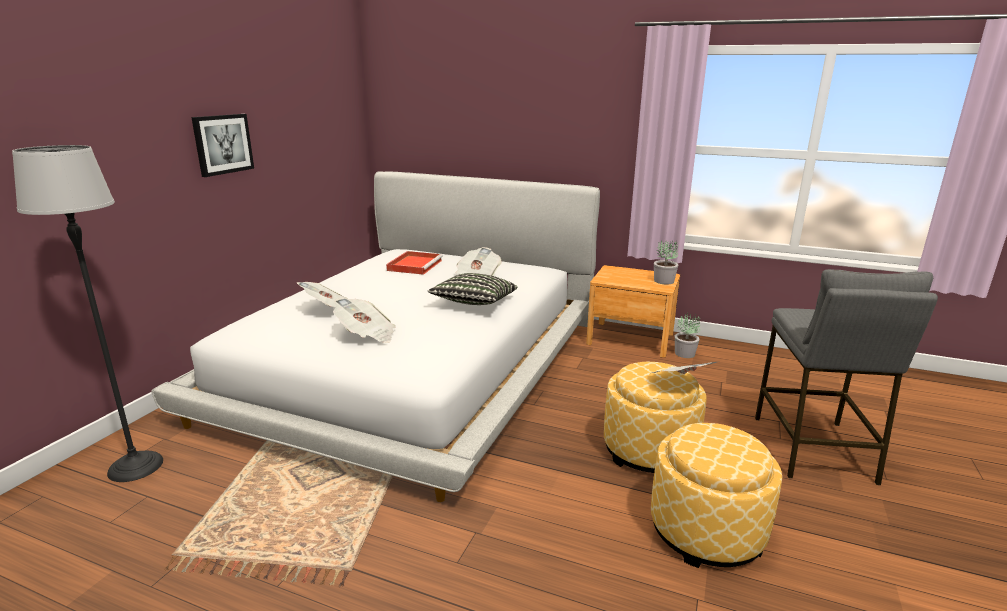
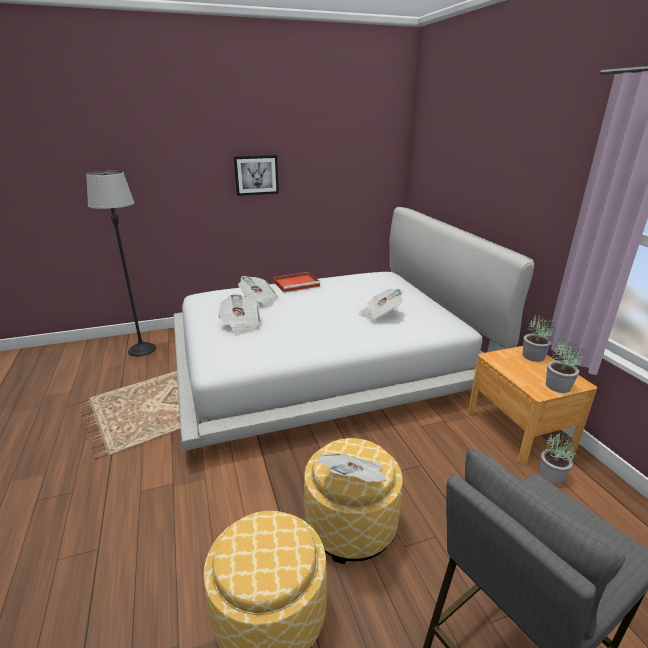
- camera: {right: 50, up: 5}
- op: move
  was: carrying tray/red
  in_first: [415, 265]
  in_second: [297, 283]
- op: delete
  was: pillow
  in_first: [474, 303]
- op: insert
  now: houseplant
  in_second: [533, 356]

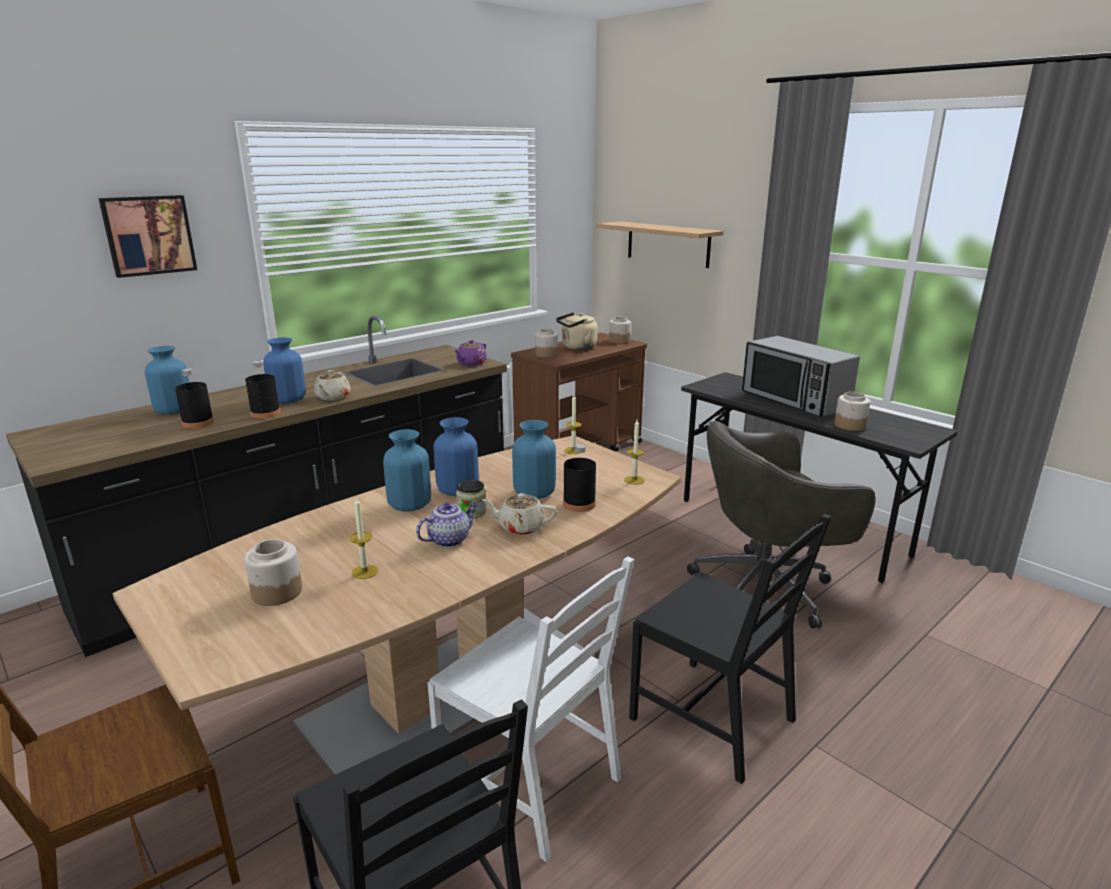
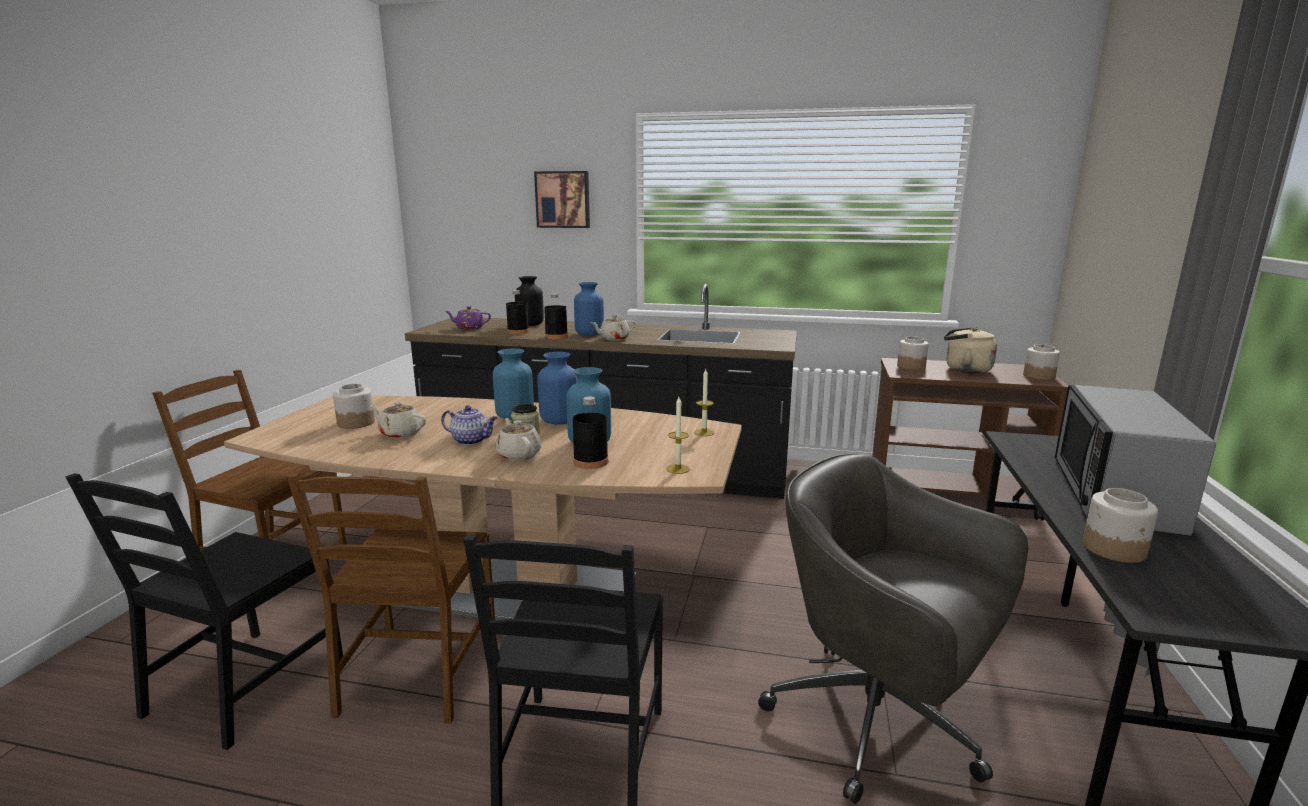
- camera: {right: 55, up: -5}
- op: delete
  was: wall shelf
  in_first: [668, 244]
- op: move
  was: pot for tea/purplish
  in_first: [471, 363]
  in_second: [469, 328]
- op: recolor
  was: flower vase/bluish
  now: flower vase/blackish
  in_first: [174, 411]
  in_second: [530, 324]
- op: replace
  was: candle
  now: pot for tea/beige-coloured
  in_first: [365, 572]
  in_second: [400, 433]
- op: recolor
  was: upright chair/white
  now: upright chair/brownish
  in_first: [532, 781]
  in_second: [419, 673]

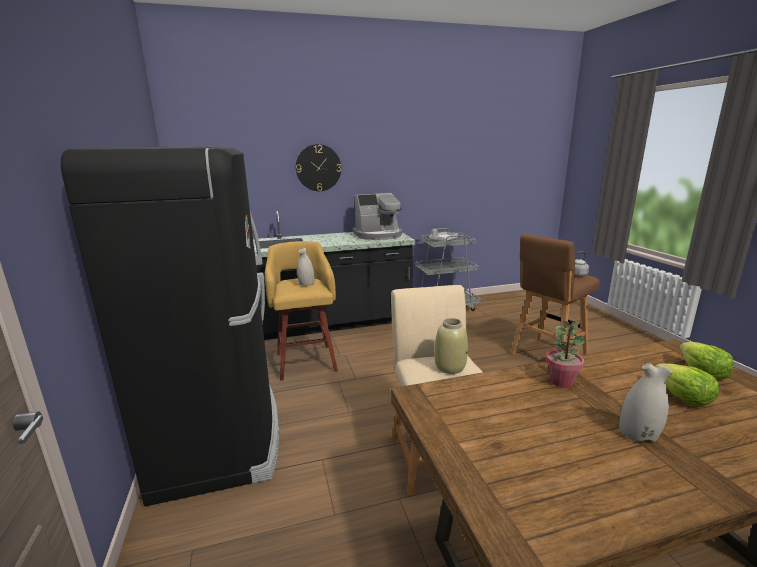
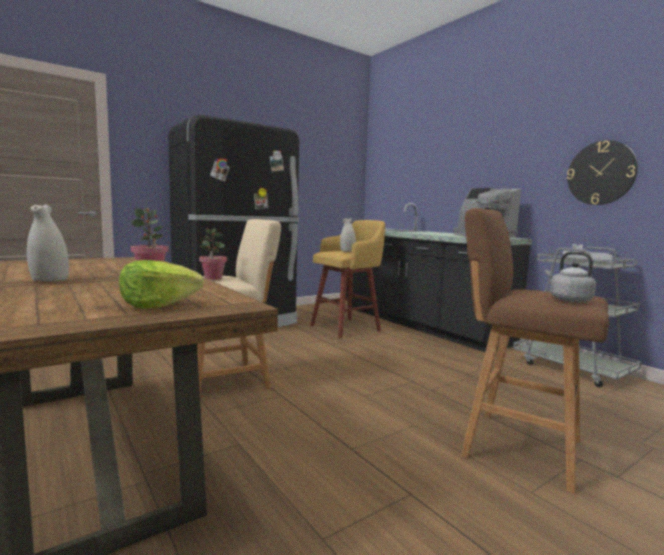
- camera: {right: 70, up: -10}
- op: move
  was: clock on the wall
  in_first: [318, 168]
  in_second: [601, 173]
- op: replace
  was: flower vase/beige-coloured
  now: houseplant
  in_first: [450, 367]
  in_second: [213, 278]
- op: delete
  was: lettuce
  in_first: [682, 397]

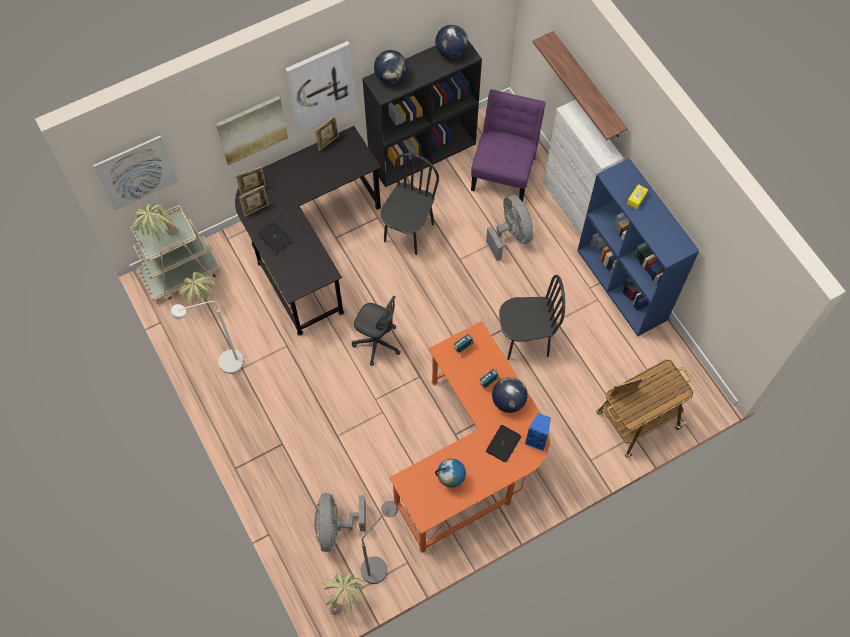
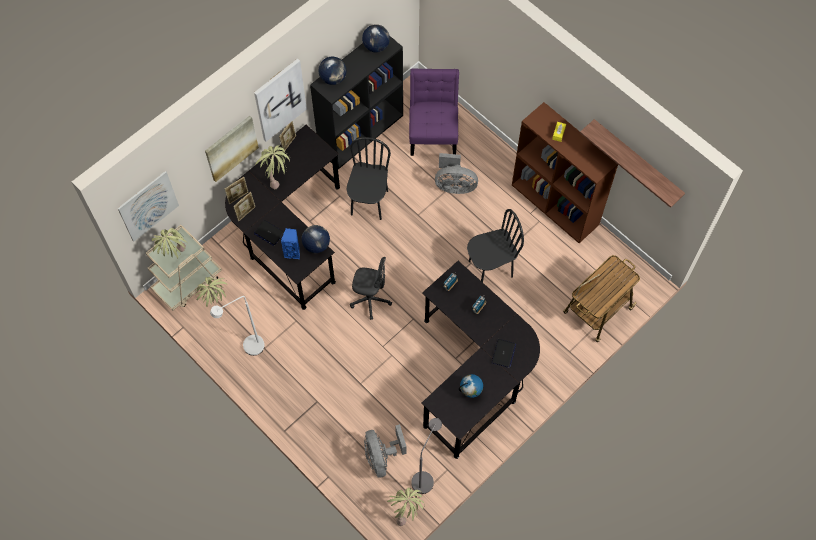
- camera: {right: -15, up: 0}
- op: move
  was: wall shelf
  in_first: [588, 86]
  in_second: [637, 161]
- op: delete
  was: storage cabinet/white
  in_first: [572, 206]
- op: recolor
  was: bookcase/bluish
  now: bookcase/brownish
  in_first: [622, 285]
  in_second: [556, 204]
- op: rotate
  was: cooling fan/grey
  in_first: [511, 236]
  in_second: [454, 185]
  clockwise: 135
- op: recolor
  was: desk unit/orangey
  now: desk unit/blackish
  in_first: [473, 457]
  in_second: [475, 373]
- op: move
  was: globe
  in_first: [508, 401]
  in_second: [316, 245]
- op: move
  was: audio speaker/bluish
  in_first: [537, 440]
  in_second: [293, 252]
- op: insert
  now: houseplant
  in_second: [276, 177]

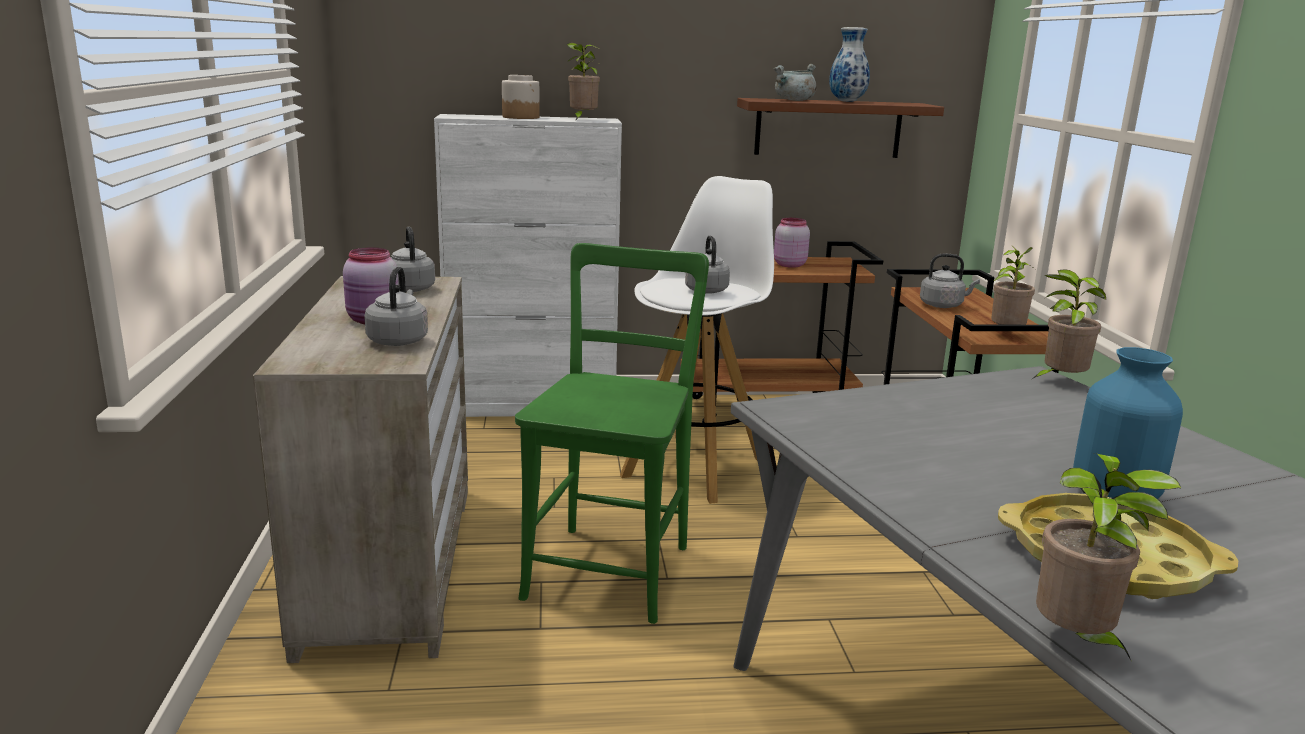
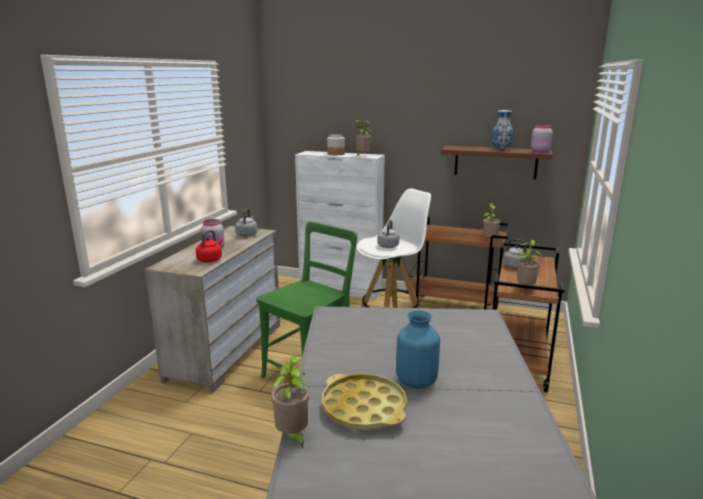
- camera: {right: 25, up: 0}
- op: delete
  was: saucepot/grey
  in_first: [794, 100]
- op: move
  was: jar/pink-coloured
  in_first: [788, 265]
  in_second: [539, 151]
- op: recolor
  was: water kettle/grey
  now: water kettle/red
  in_first: [398, 340]
  in_second: [210, 259]
- op: move
  was: houseplant
  in_first: [1059, 382]
  in_second: [488, 241]

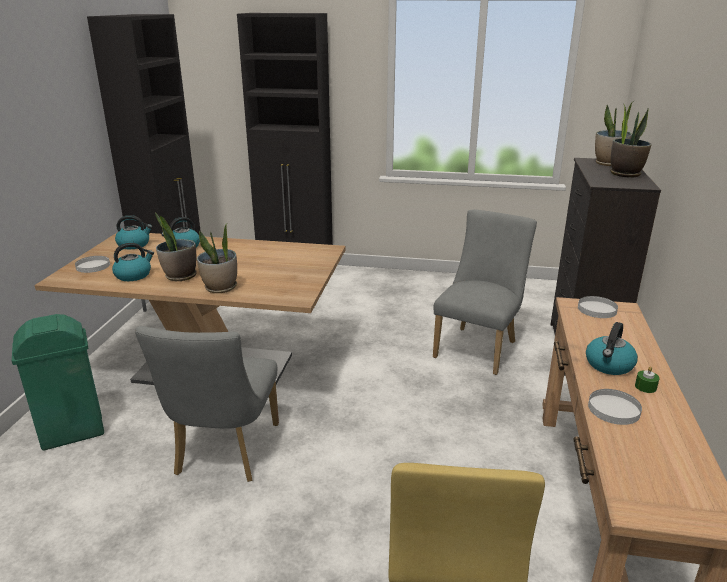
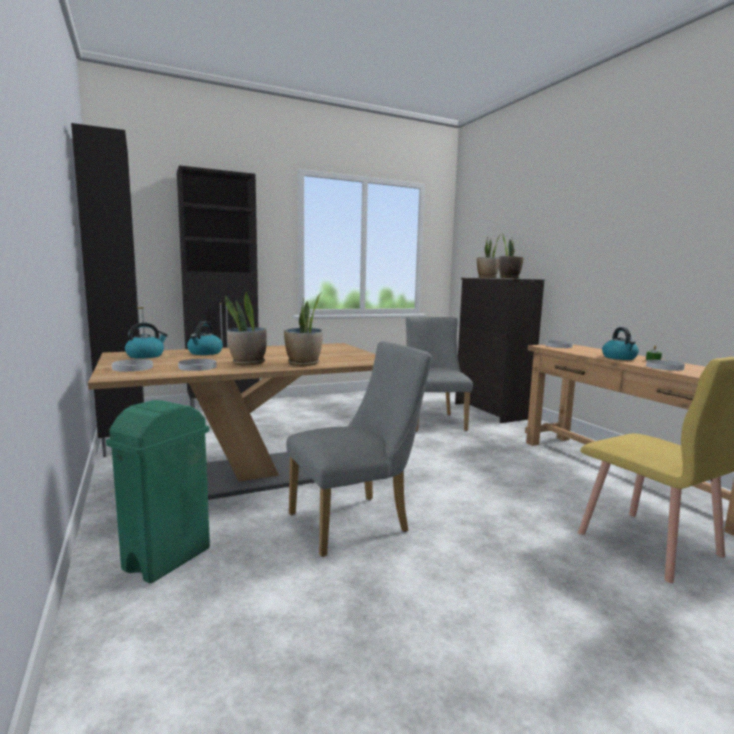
- camera: {right: -35, up: -15}
- op: replace
  was: water kettle
  now: dinner plate/white
  in_first: [134, 275]
  in_second: [197, 367]
- op: rotate
  was: upright chair/grey
  in_first: [224, 454]
  in_second: [356, 521]
  clockwise: -90

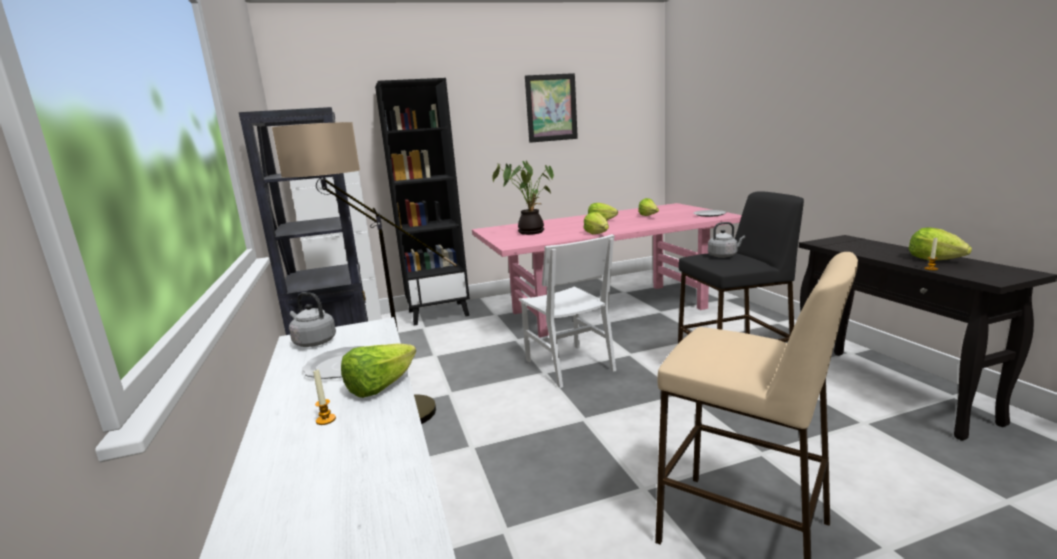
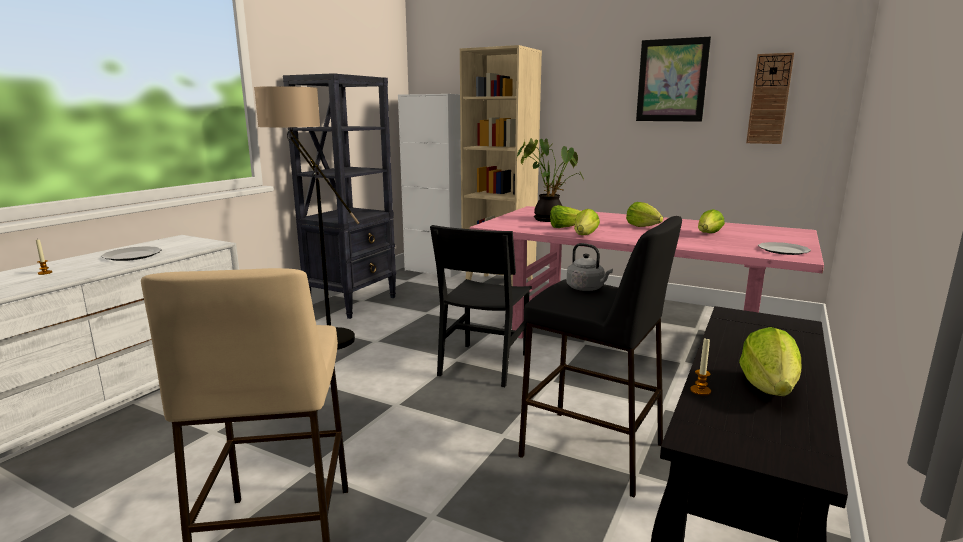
- camera: {right: 45, up: 0}
- op: recolor
  was: bookcase/blackish
  now: bookcase/beige-coloured
  in_first: [438, 313]
  in_second: [500, 284]
- op: recolor
  was: upright chair/white
  now: upright chair/blackish
  in_first: [569, 365]
  in_second: [484, 364]
- op: delete
  was: water kettle/grey
  in_first: [313, 342]
- op: move
  was: lettuce
  in_first: [380, 387]
  in_second: [565, 227]
- op: insert
  now: clock on the wall
  in_second: [769, 99]

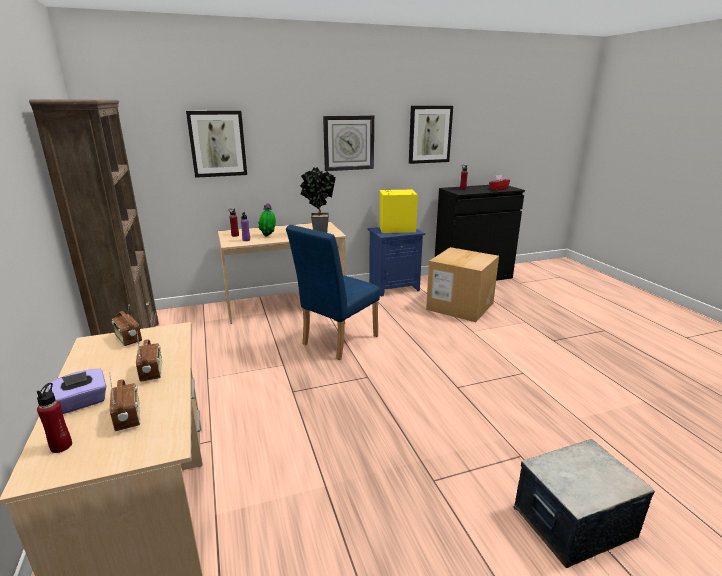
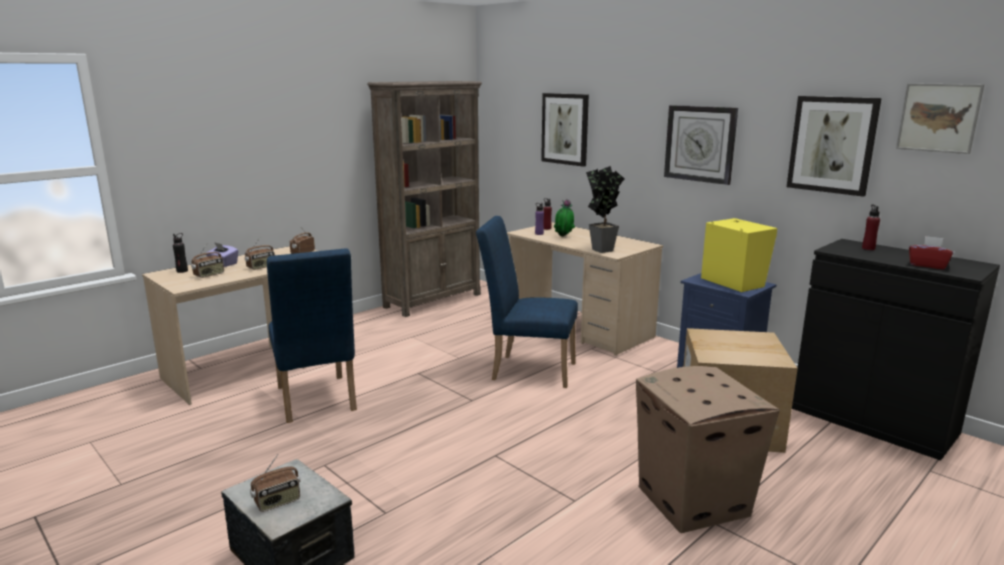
- camera: {right: 65, up: -5}
- op: recolor
  was: bottle/red
  now: bottle/blackish
  in_first: [61, 446]
  in_second: [182, 271]
- op: insert
  now: wall art
  in_second: [938, 117]
- op: insert
  now: upright chair/bluish
  in_second: [316, 402]
- op: insert
  now: carton
  in_second: [694, 501]
- op: insert
  now: radio receiver
  in_second: [277, 502]

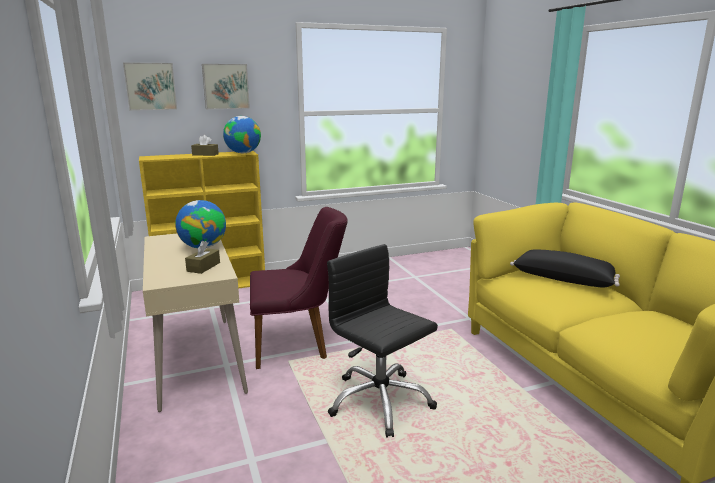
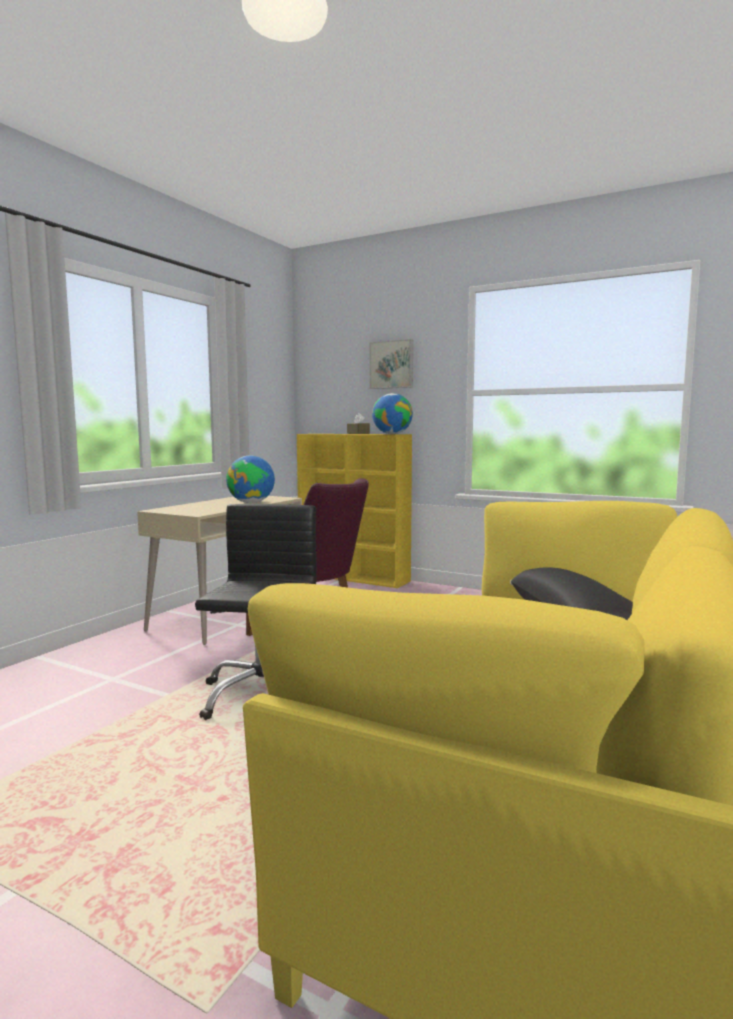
- camera: {right: 50, up: -10}
- op: delete
  was: wall art
  in_first: [150, 86]
- op: delete
  was: tissue box/brownish
  in_first: [203, 267]

